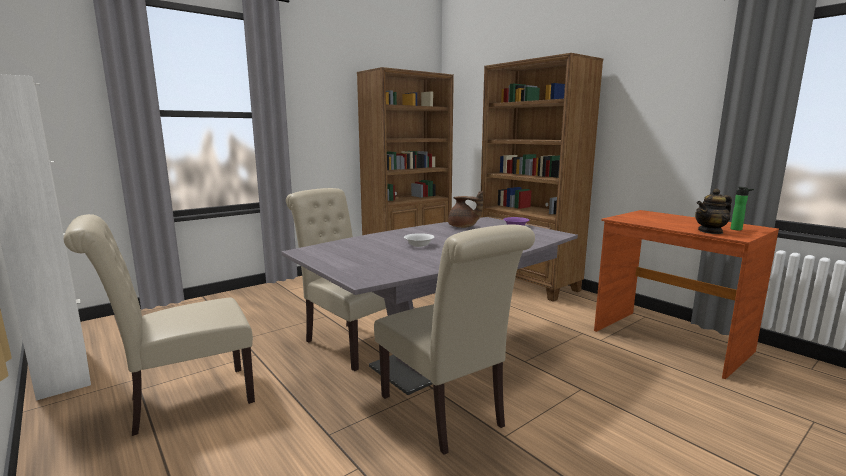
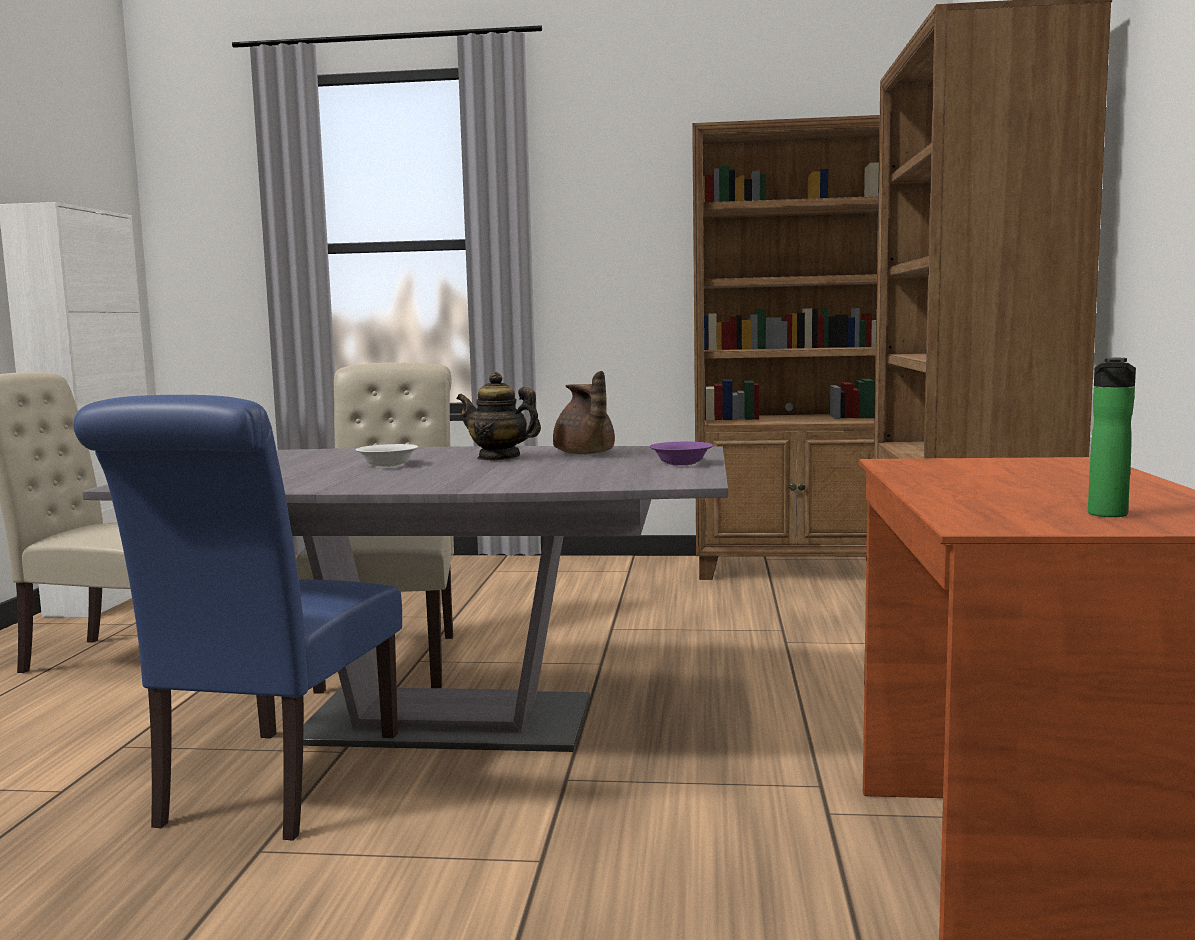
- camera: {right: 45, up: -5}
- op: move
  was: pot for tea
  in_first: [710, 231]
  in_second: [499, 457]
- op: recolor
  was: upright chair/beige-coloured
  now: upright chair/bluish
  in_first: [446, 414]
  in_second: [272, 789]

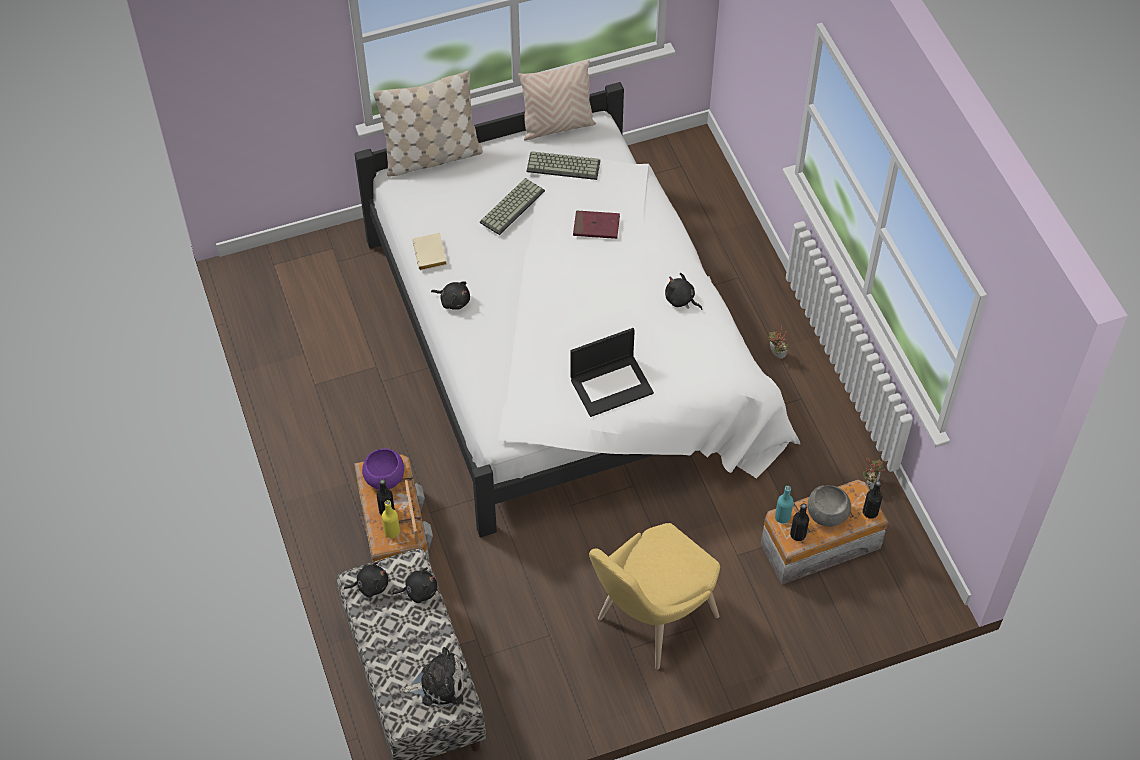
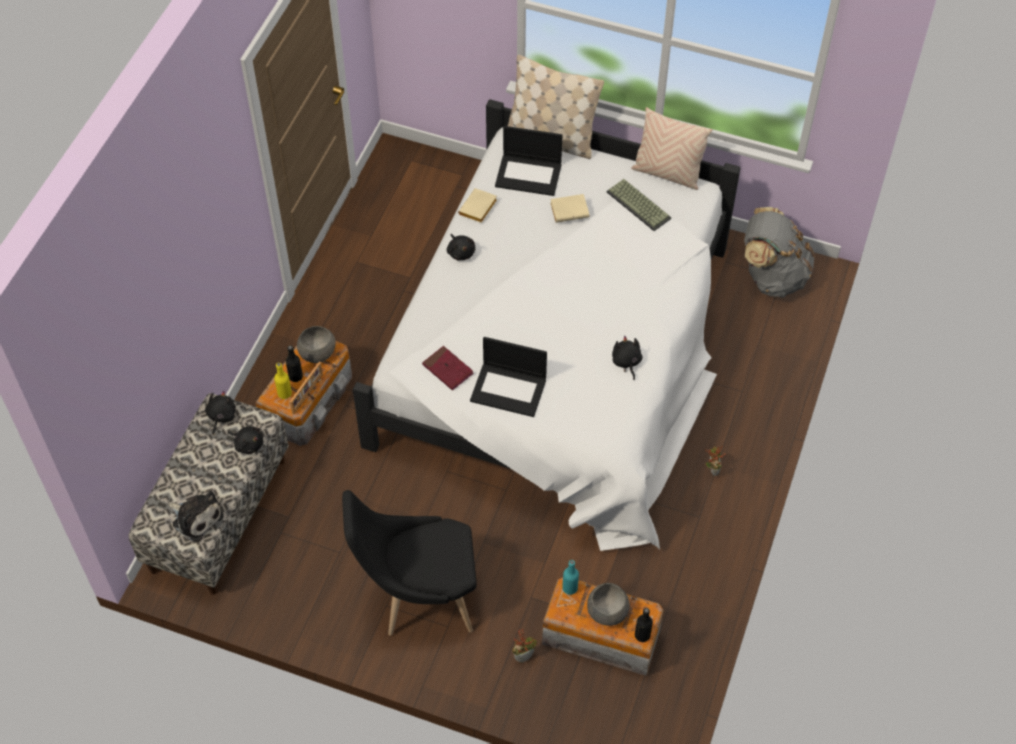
- camera: {right: 40, up: 0}
- op: replace
  was: PC keyboard
  now: book/beige-coloured
  in_first: [512, 205]
  in_second: [570, 210]
- op: move
  was: book/red
  in_first: [596, 226]
  in_second: [447, 369]
- op: recolor
  was: bowl/purplish
  now: bowl/grey
  in_first: [384, 477]
  in_second: [317, 352]
- op: move
  was: houseplant
  in_first: [870, 483]
  in_second: [524, 655]
- op: delete
  was: bottle/blackish
  in_first: [798, 534]
- op: recolor
  was: upright chair/yellow-coloured
  now: upright chair/blackish
  in_first: [650, 621]
  in_second: [419, 597]
- op: rotate
  was: plush toy/blackish
  in_first: [370, 585]
  in_second: [221, 416]
  clockwise: -105
- op: insert
  now: laptop
  in_second: [529, 175]
- op: insert
  now: knapsack/grey
  in_second: [772, 276]

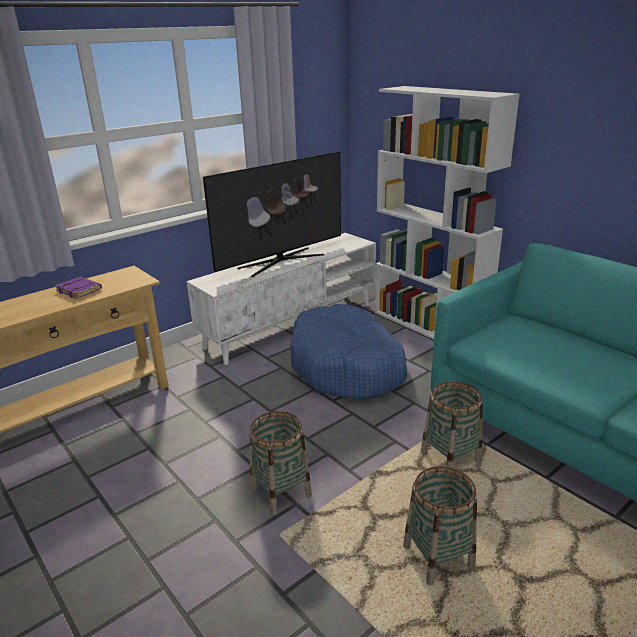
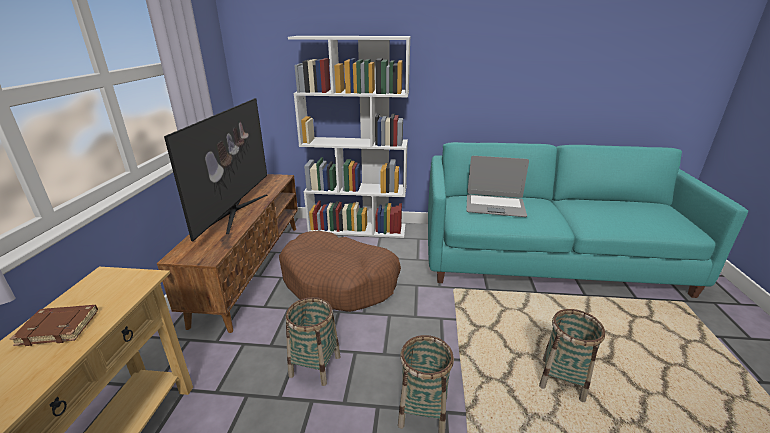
- camera: {right: -45, up: 0}
- op: recolor
  was: tv unit/white
  now: tv unit/brownish
  in_first: [291, 325]
  in_second: [251, 269]
- op: recolor
  was: book/purplish
  now: book/brownish
  in_first: [80, 290]
  in_second: [60, 327]
- op: recolor
  was: dog cushion/bluish
  now: dog cushion/brownish
  in_first: [347, 366]
  in_second: [340, 282]
- op: move
  was: household basket
  in_first: [450, 457]
  in_second: [315, 366]
- op: insert
  now: laptop
  in_second: [495, 206]

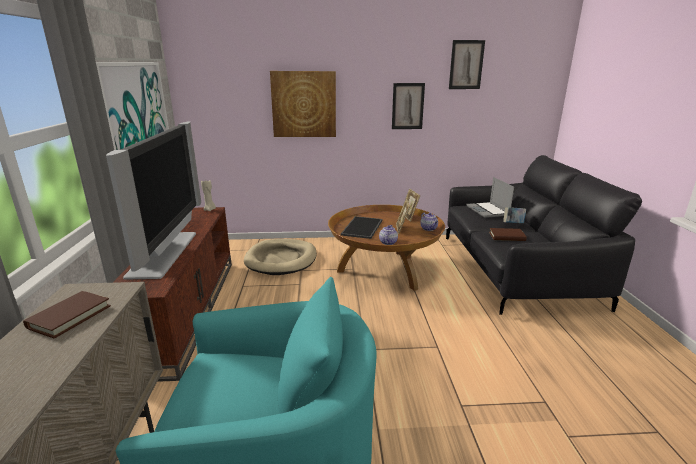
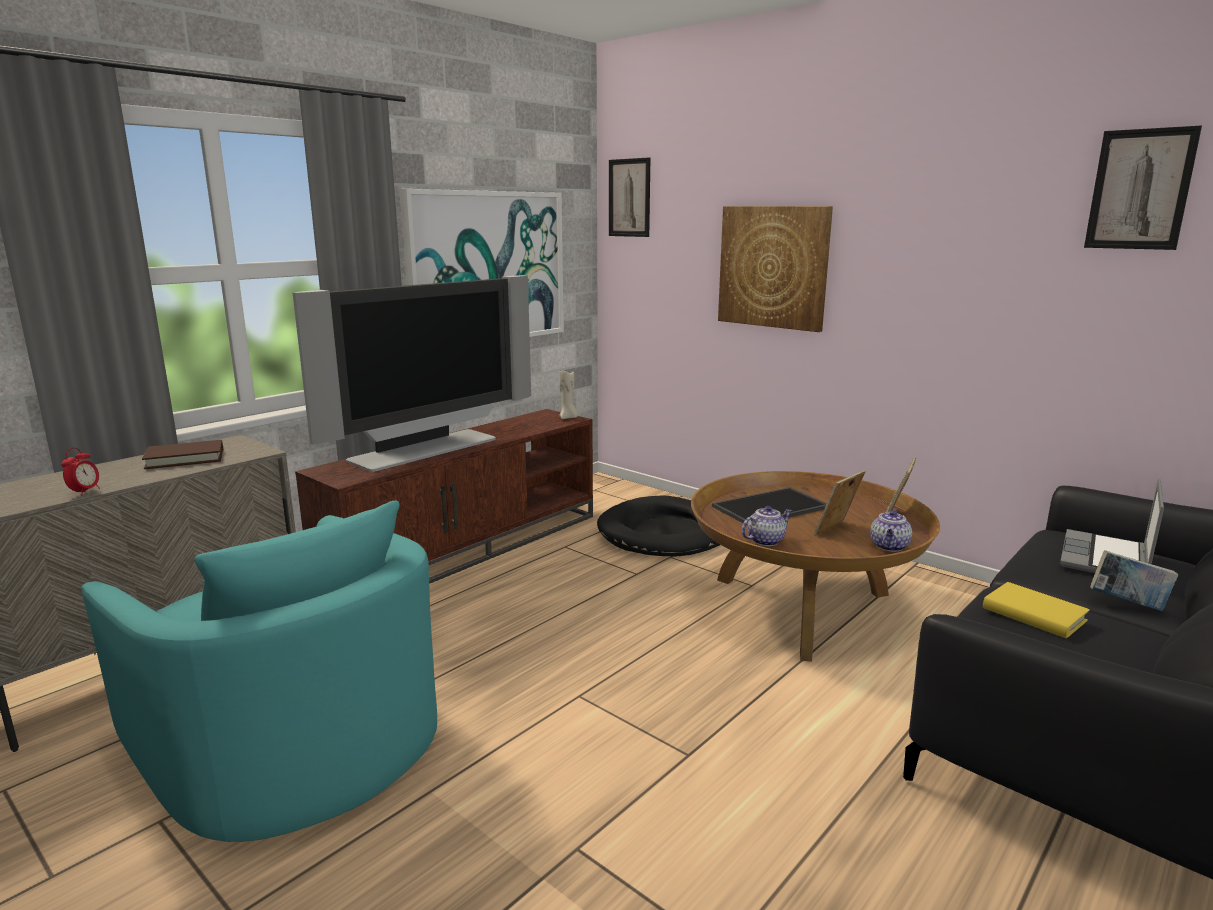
- camera: {right: 45, up: -5}
- op: move
  was: wall art
  in_first: [407, 106]
  in_second: [629, 198]
- op: recolor
  was: book/brownish
  now: book/yellow-coloured
  in_first: [507, 236]
  in_second: [1033, 614]
- op: recolor
  was: dog cushion/beige-coloured
  now: dog cushion/blackish
  in_first: [281, 259]
  in_second: [666, 533]
- op: insert
  now: table clock
  in_second: [85, 492]

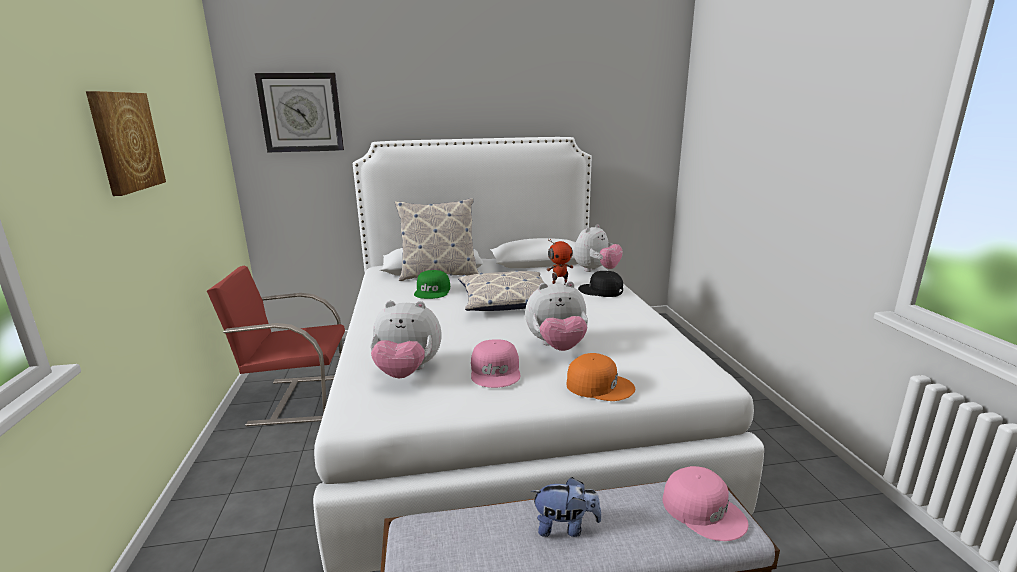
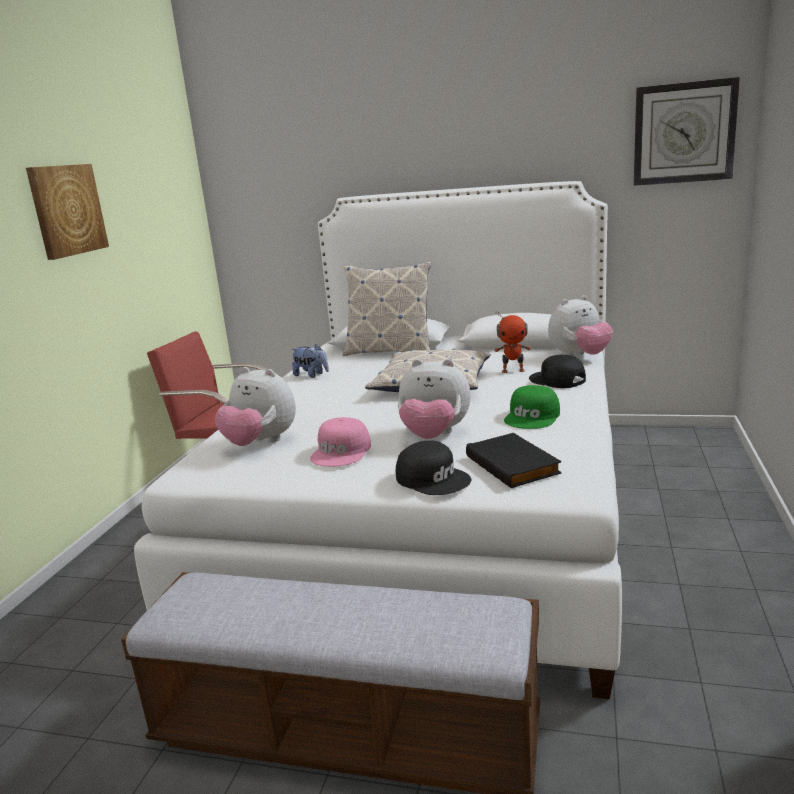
- camera: {right: 25, up: 0}
- op: move
  was: clock on the wall
  in_first: [301, 113]
  in_second: [683, 133]
- op: move
  was: peaked cap/greenish
  in_first: [433, 291]
  in_second: [533, 417]
- op: recolor
  was: peaked cap/orangey
  now: peaked cap/blackish
  in_first: [599, 385]
  in_second: [433, 478]
- op: delete
  was: peaked cap/pink-coloured
  in_first: [703, 510]
- op: move
  was: plush toy
  in_first: [565, 527]
  in_second: [311, 375]
- op: insert
  now: book/blackish
  in_second: [514, 464]

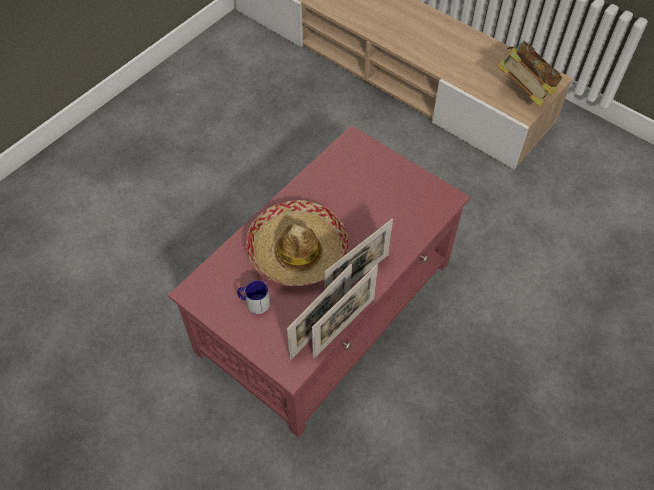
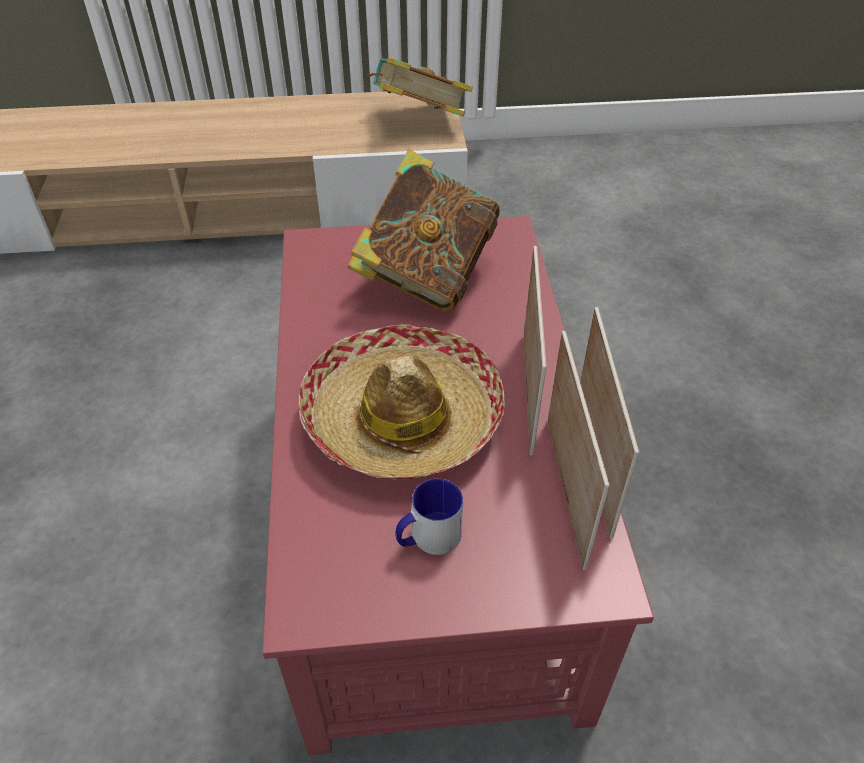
- camera: {right: -45, up: -10}
- op: insert
  now: book
  in_second: [425, 276]

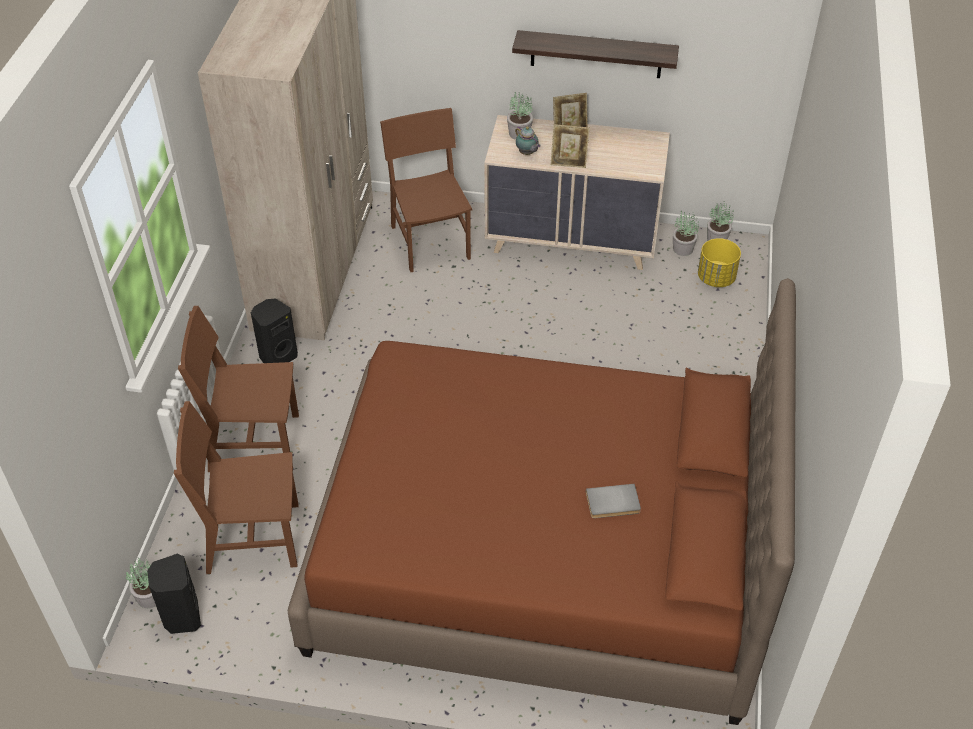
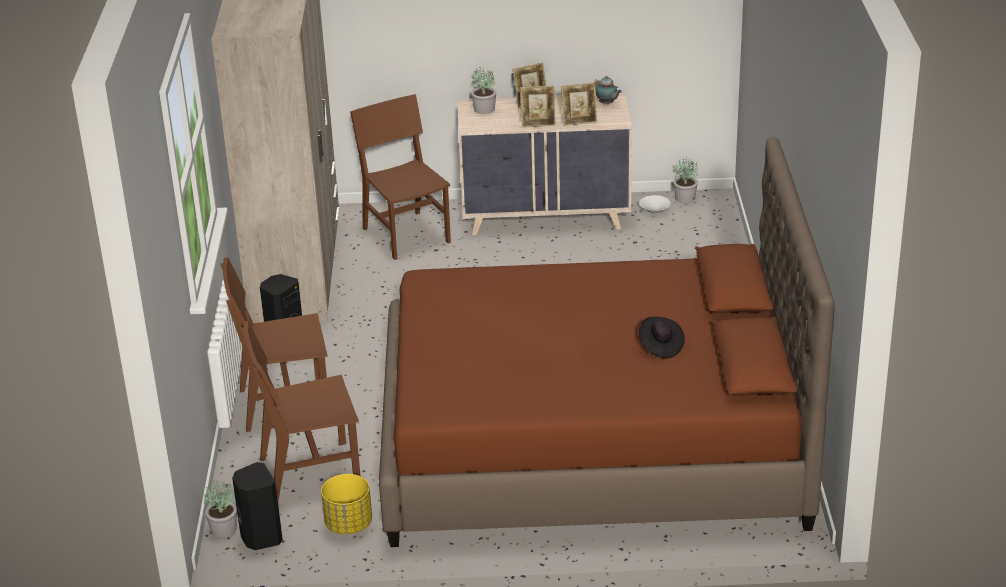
- camera: {right: -10, up: -15}
- op: delete
  was: wall shelf
  in_first: [596, 54]
- op: move
  was: pot for tea
  in_first: [527, 153]
  in_second: [607, 104]
- op: replace
  was: houseplant
  now: bowl/white
  in_first: [682, 249]
  in_second: [654, 209]
- op: move
  was: plant pot/yellow-coloured
  in_first: [716, 278]
  in_second: [349, 524]
- op: replace
  was: book/grey
  now: hat/blackish
  in_first: [613, 504]
  in_second: [660, 346]
- op: insert
  now: picture frame
  in_second: [579, 121]

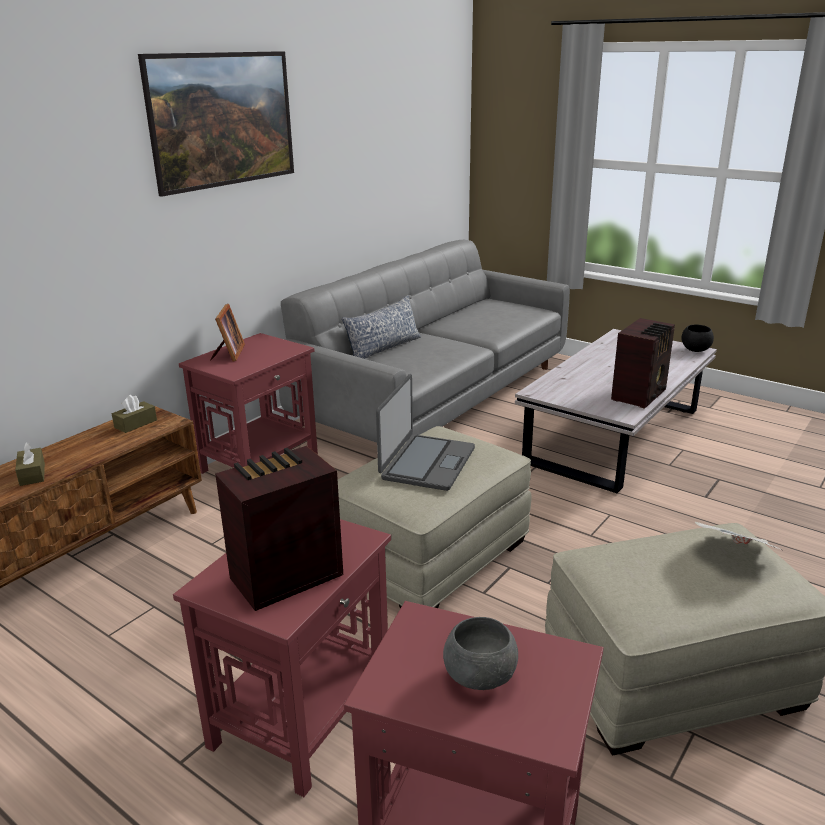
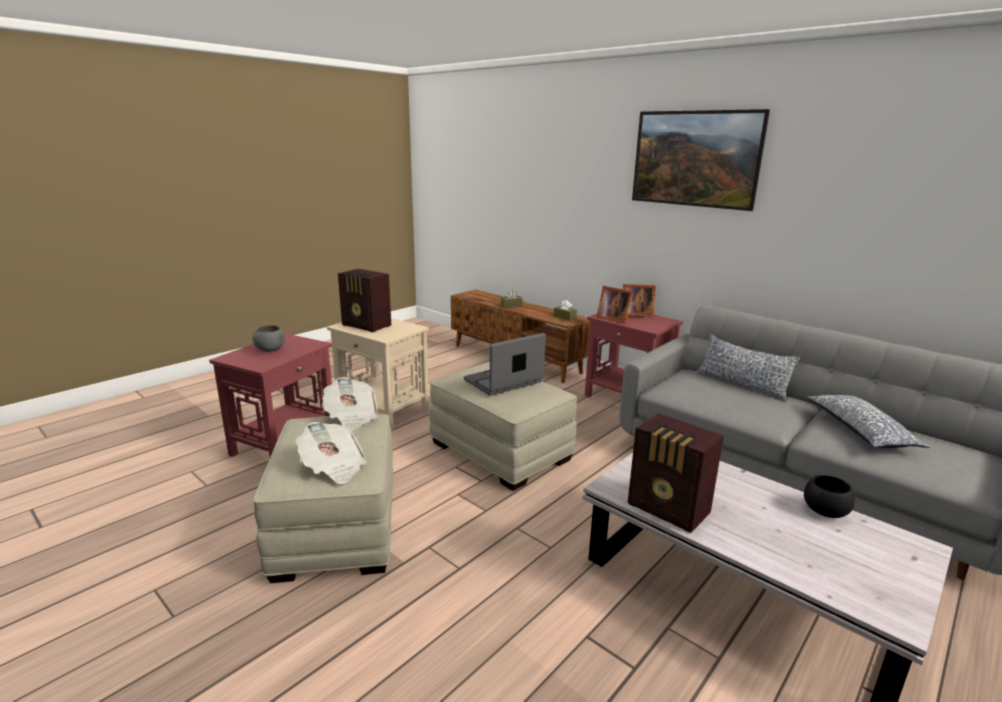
- camera: {right: 95, up: -5}
- op: move
  was: bowl/blackish
  in_first: [695, 350]
  in_second: [824, 512]
- op: rotate
  was: laptop
  in_first: [426, 463]
  in_second: [503, 381]
  clockwise: 120
- op: rotate
  was: radio receiver
  in_first: [283, 577]
  in_second: [366, 326]
  clockwise: 150
- op: recolor
  was: side table/red
  now: side table/beige-coloured
  in_first: [303, 715]
  in_second: [383, 411]
- op: insert
  now: picture frame
  in_second: [613, 319]
- op: insert
  now: daily paper
  in_second: [351, 417]
- op: insert
  now: pillow
  in_second: [859, 431]

